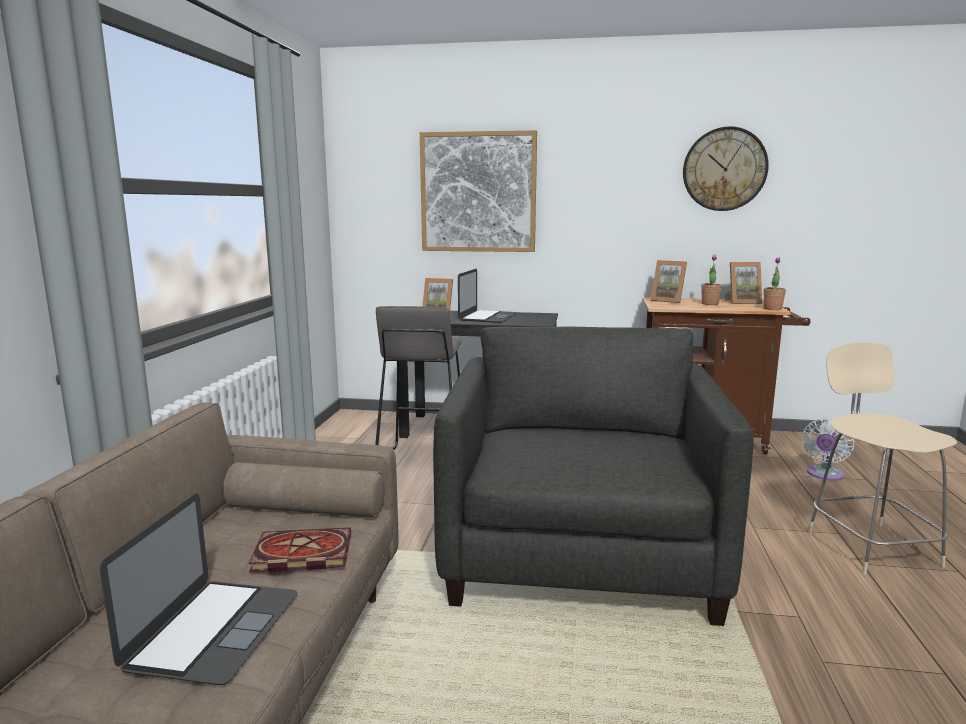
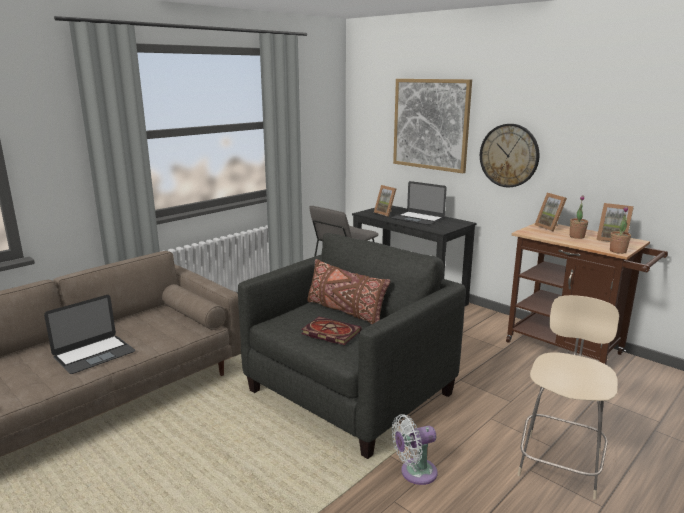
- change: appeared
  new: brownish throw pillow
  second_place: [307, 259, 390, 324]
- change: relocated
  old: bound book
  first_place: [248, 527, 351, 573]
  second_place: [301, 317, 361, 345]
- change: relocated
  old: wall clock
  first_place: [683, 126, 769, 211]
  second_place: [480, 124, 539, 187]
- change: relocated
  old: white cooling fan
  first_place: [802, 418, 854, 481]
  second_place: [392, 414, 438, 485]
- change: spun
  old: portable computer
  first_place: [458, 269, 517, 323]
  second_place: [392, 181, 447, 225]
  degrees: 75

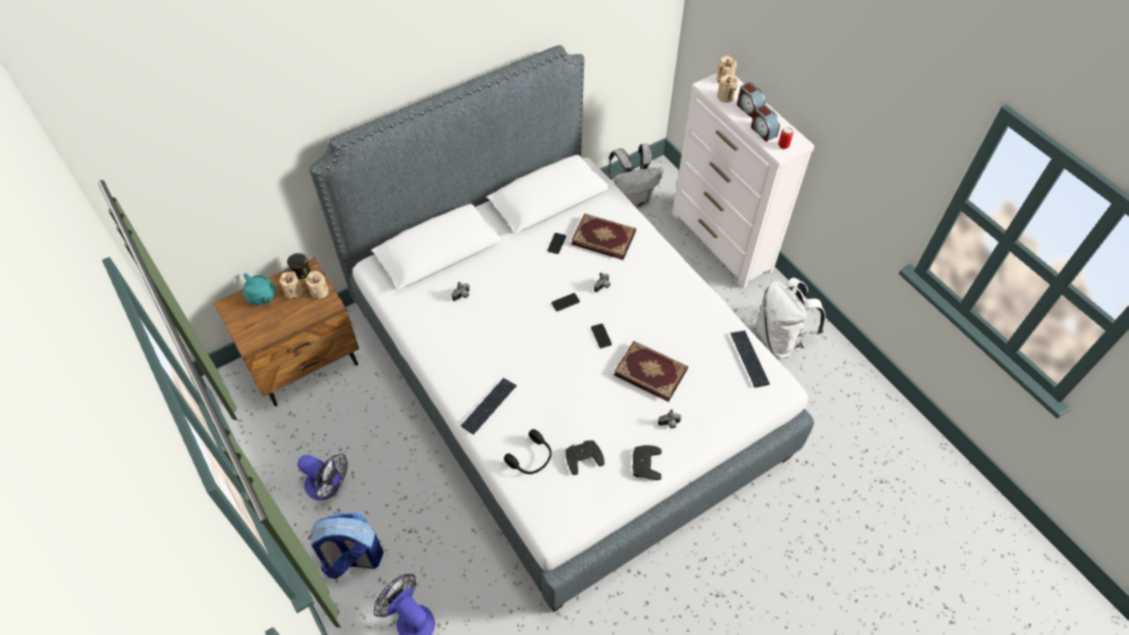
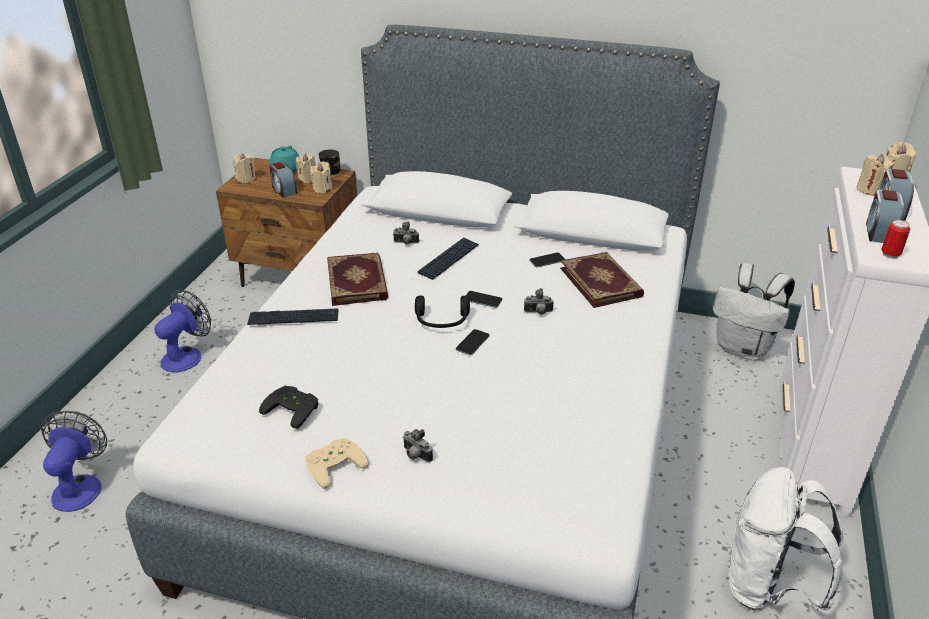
- change: missing
  old: rucksack
  first_place: [308, 512, 384, 579]
- change: appeared
  new: sand-coloured wax light
  second_place: [233, 154, 256, 183]
- change: appeared
  new: alarm clock
  second_place: [270, 162, 297, 198]
- change: relocated
  old: blackish headset
  first_place: [504, 429, 552, 474]
  second_place: [415, 296, 470, 328]
- change: relocated
  old: bound book
  first_place: [614, 341, 688, 402]
  second_place: [327, 253, 388, 306]
- change: relocated
  old: computer keyboard
  first_place: [730, 330, 770, 388]
  second_place: [418, 238, 479, 280]
- change: colour
  old: blackish joypad
  new: sand-coloured joypad
  first_place: [632, 445, 662, 480]
  second_place: [305, 438, 369, 489]
- change: spun
  old: cooling fan
  first_place: [297, 454, 348, 500]
  second_place: [154, 290, 211, 372]
  degrees: -135

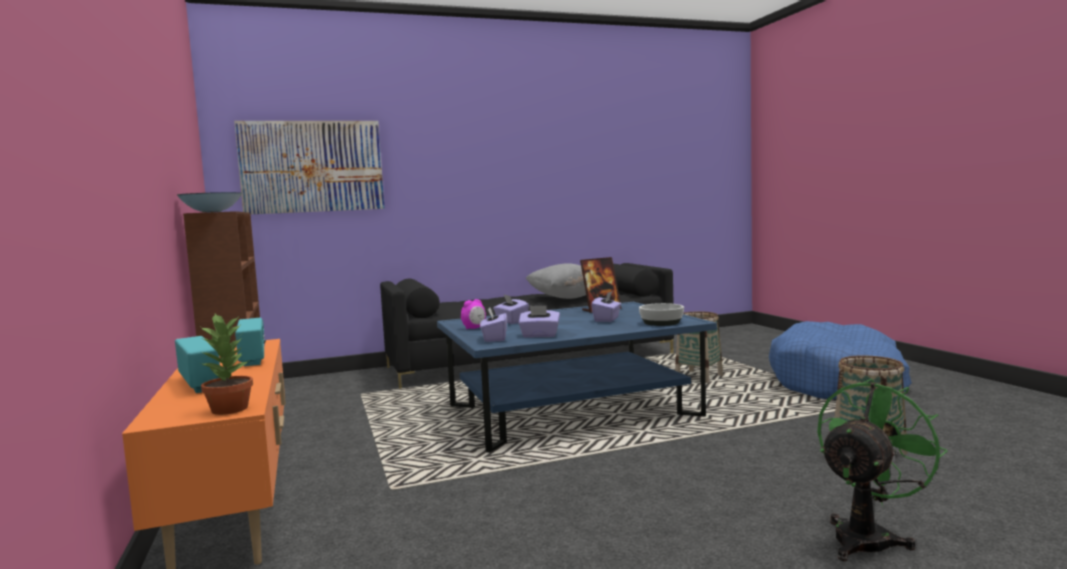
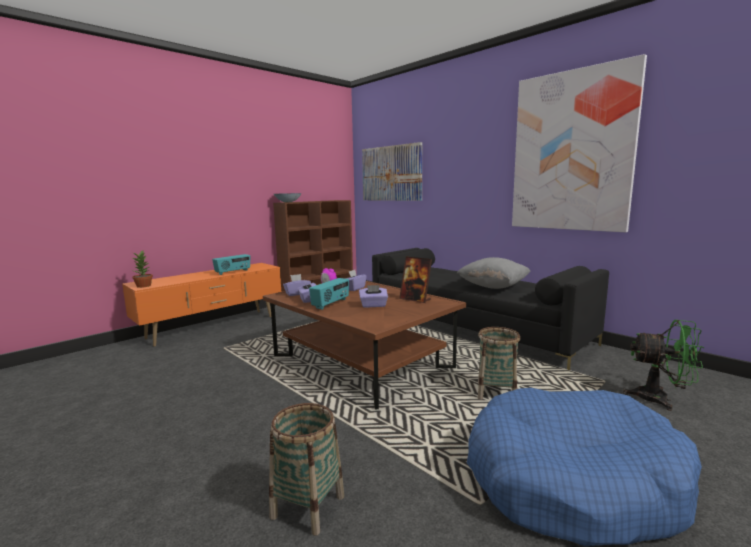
- change: missing
  old: deep dish
  first_place: [639, 303, 684, 326]
- change: appeared
  new: wall picture
  second_place: [512, 54, 647, 232]
- change: relocated
  old: radio set
  first_place: [175, 336, 220, 393]
  second_place: [309, 278, 349, 310]
- change: relocated
  old: greenish cooling fan
  first_place: [817, 379, 948, 561]
  second_place: [623, 320, 704, 411]
- change: colour
  old: bluish coffee table
  new: brownish coffee table
  first_place: [437, 302, 717, 453]
  second_place: [263, 278, 466, 410]

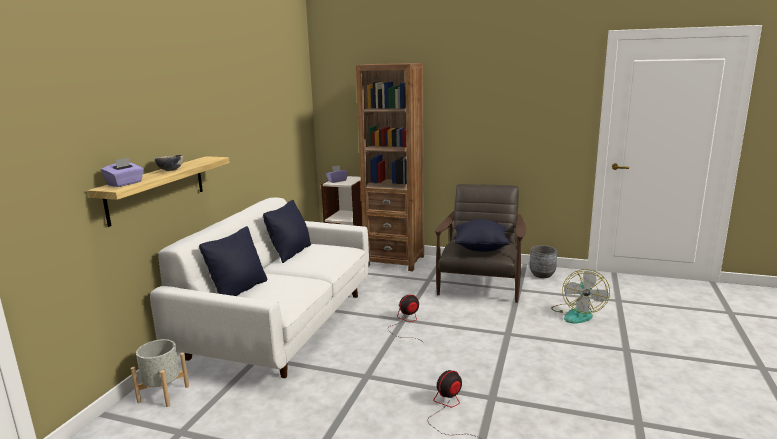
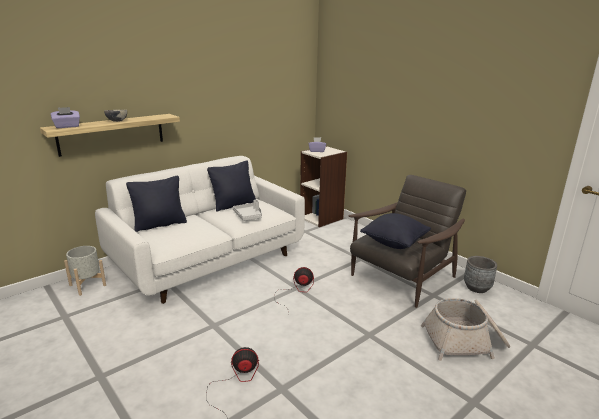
- change: missing
  old: brownish bookshelf
  first_place: [356, 63, 424, 271]
- change: appeared
  new: gray tray
  second_place: [233, 199, 262, 221]
- change: exchanged
  old: cooling fan
  new: storage basket
  first_place: [551, 269, 610, 324]
  second_place: [421, 298, 510, 361]

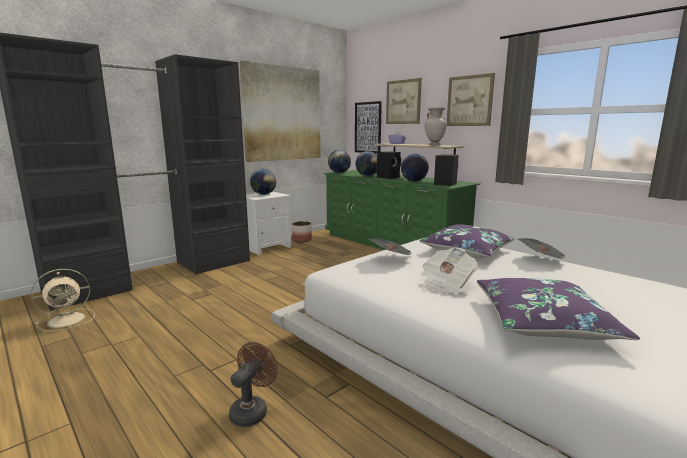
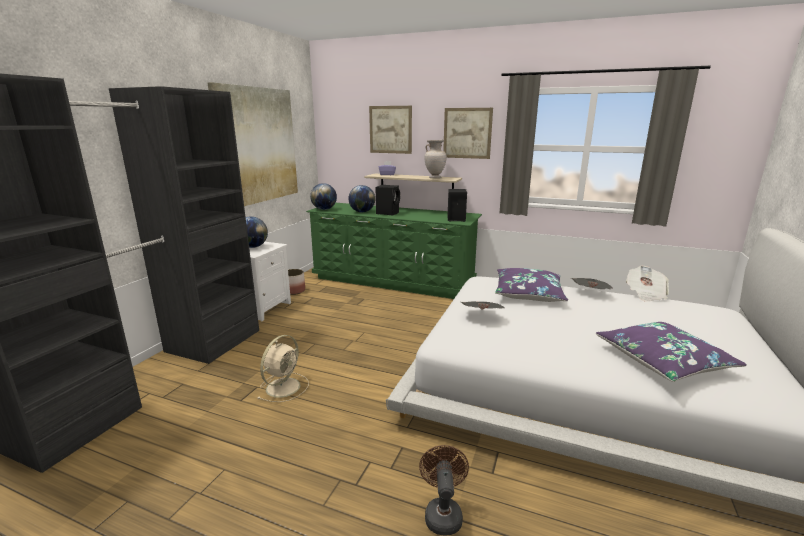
- change: missing
  old: wall picture
  first_place: [355, 101, 382, 153]
- change: missing
  old: desk globe
  first_place: [401, 154, 429, 181]
- change: relocated
  old: sand-coloured cooling fan
  first_place: [31, 269, 95, 331]
  second_place: [257, 335, 309, 402]
- change: relocated
  old: daily paper
  first_place: [421, 248, 478, 293]
  second_place: [626, 266, 669, 302]

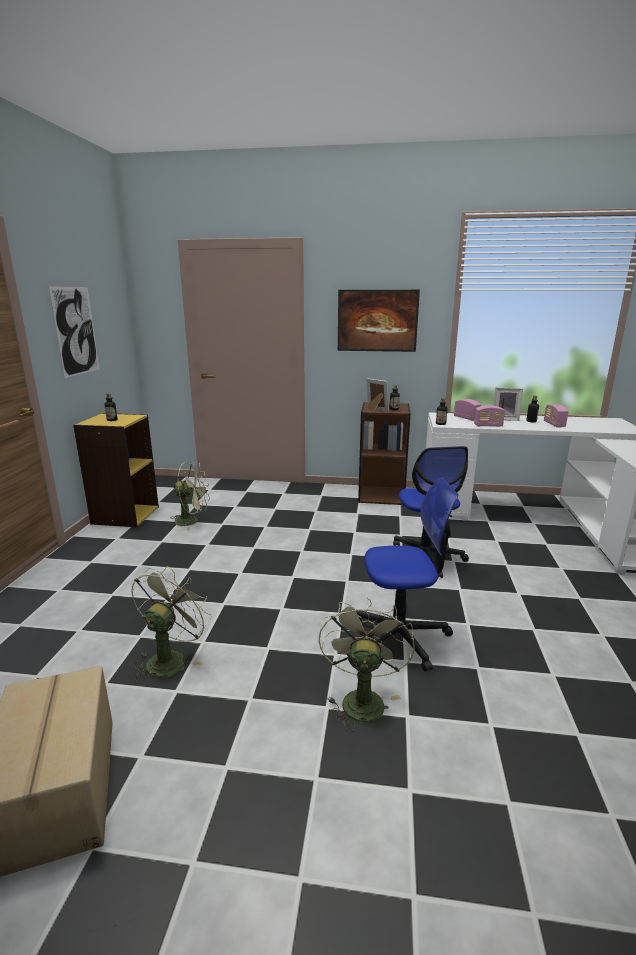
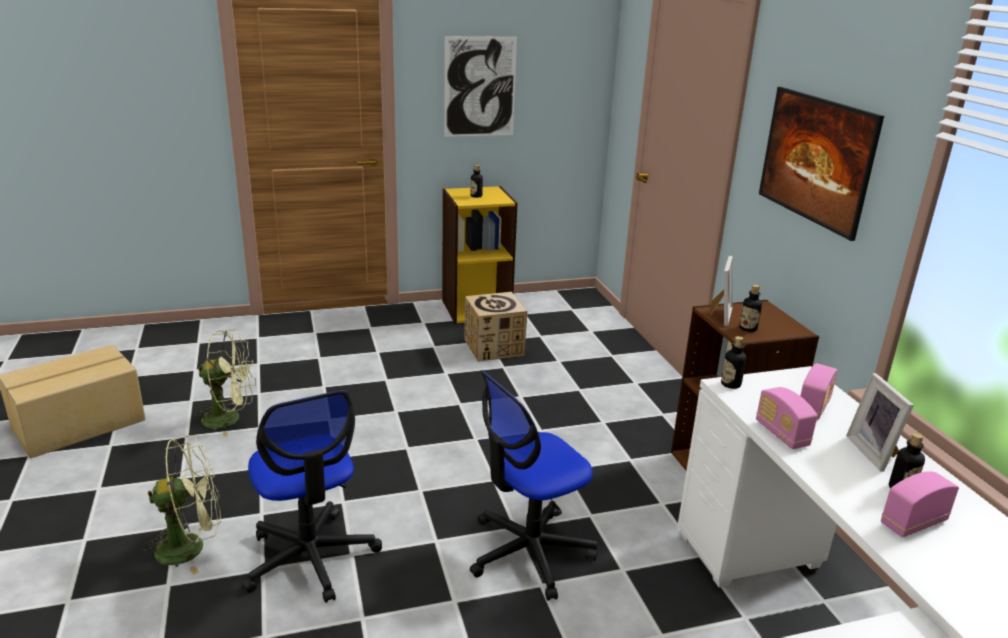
- change: exchanged
  old: greenish cooling fan
  new: carton
  first_place: [170, 462, 209, 530]
  second_place: [465, 292, 528, 362]

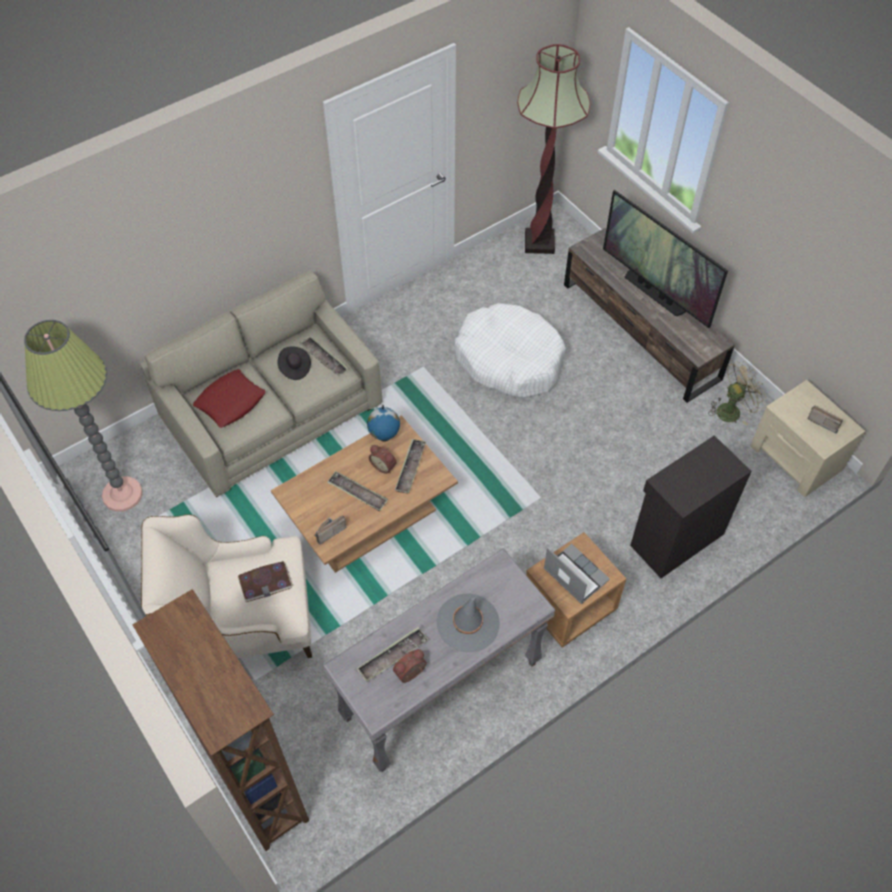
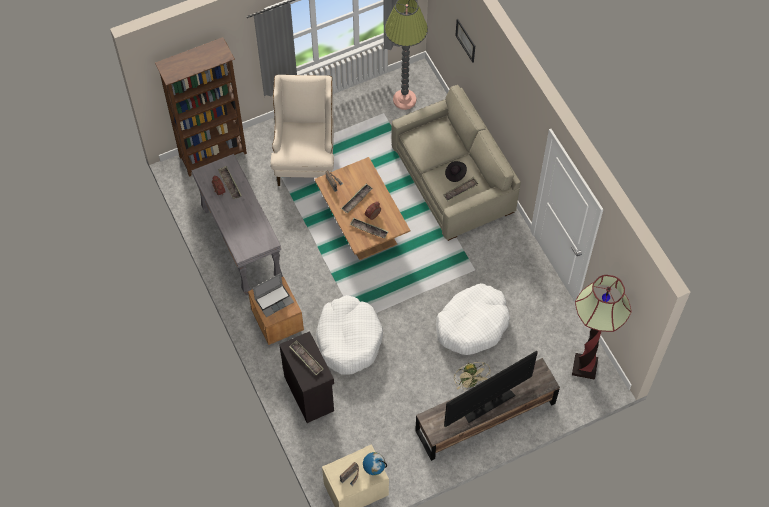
- change: missing
  old: red-coloured throw pillow
  first_place: [193, 369, 265, 428]
- change: missing
  old: bound book
  first_place: [238, 561, 293, 602]
- change: missing
  old: gray clothing hat
  first_place: [436, 593, 500, 652]
- change: appeared
  new: tray
  second_place: [289, 340, 324, 375]
- change: appeared
  new: white pet bed
  second_place: [316, 295, 383, 375]
- change: appeared
  new: wall picture
  second_place: [455, 19, 475, 63]
- change: relocated
  old: desk globe
  first_place: [367, 405, 400, 442]
  second_place: [363, 452, 387, 475]
- change: relocated
  old: sand-coloured cooling fan
  first_place: [709, 361, 767, 425]
  second_place: [454, 362, 491, 390]

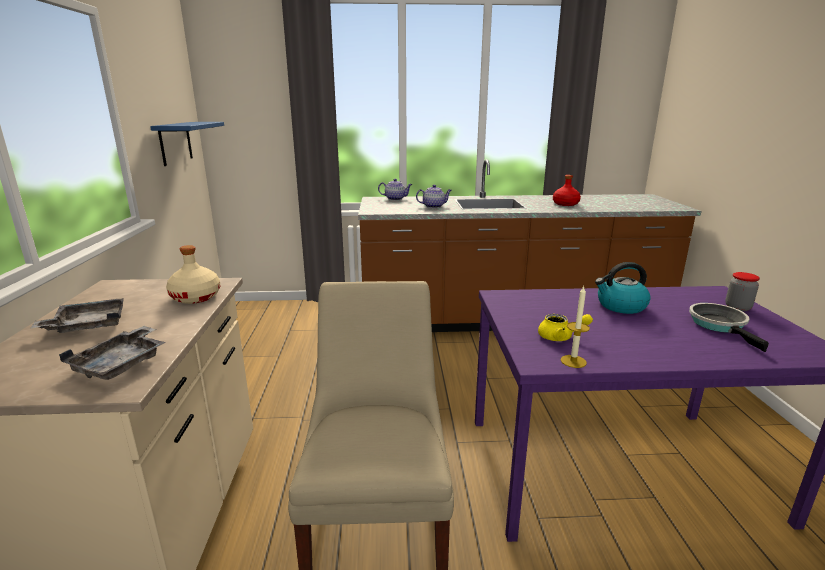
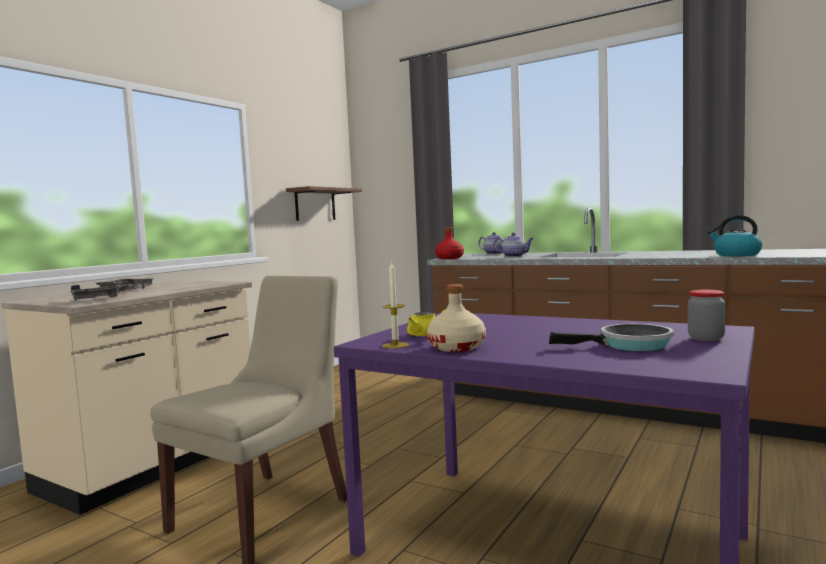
- change: relocated
  old: sand-coloured beverage bottle
  first_place: [166, 245, 220, 304]
  second_place: [427, 284, 486, 352]
- change: relocated
  old: red-coloured beverage bottle
  first_place: [553, 175, 581, 206]
  second_place: [435, 227, 464, 259]
- change: relocated
  old: tea kettle
  first_place: [595, 262, 651, 314]
  second_place: [707, 215, 762, 256]
- change: colour
  old: bluish wall shelf
  new: brownish wall shelf
  first_place: [150, 122, 224, 166]
  second_place: [286, 186, 362, 221]
- change: spun
  old: pan
  first_place: [689, 303, 769, 352]
  second_place: [549, 324, 674, 351]
  degrees: 60

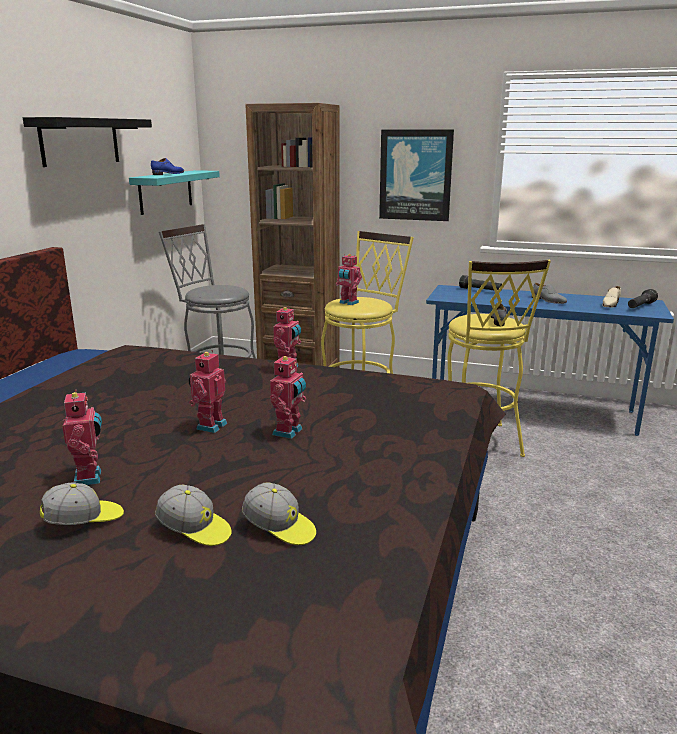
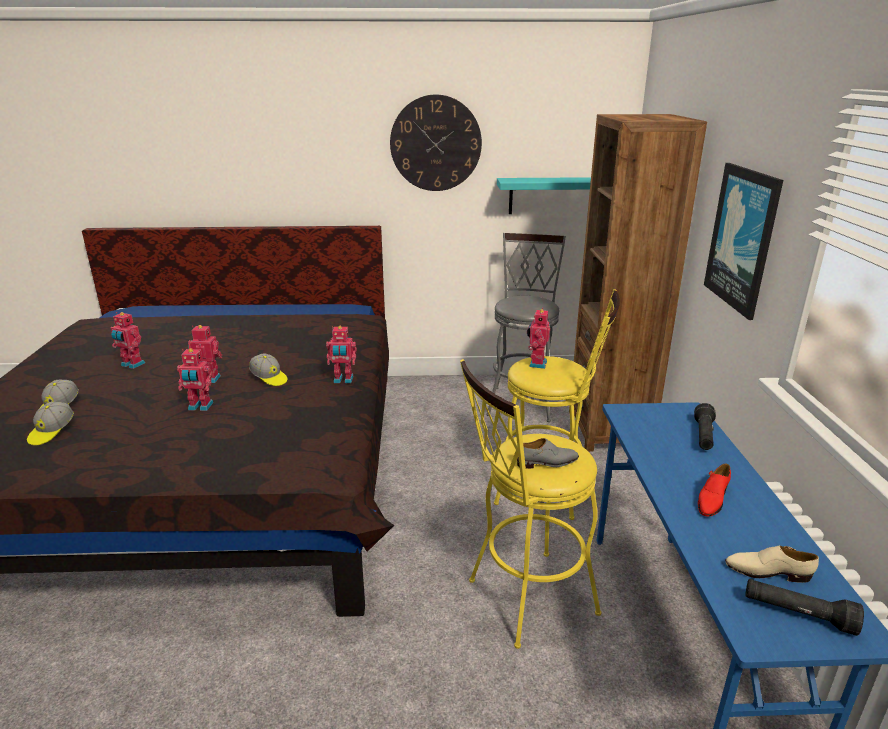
- change: missing
  old: bluish low shoe
  first_place: [151, 158, 184, 175]
- change: relocated
  old: peaked cap
  first_place: [40, 483, 124, 525]
  second_place: [249, 354, 287, 386]
- change: exchanged
  old: blackish wall shelf
  new: wall clock
  first_place: [23, 117, 152, 167]
  second_place: [390, 95, 482, 191]
- change: colour
  old: gray low shoe
  new: red-coloured low shoe
  first_place: [532, 283, 567, 304]
  second_place: [698, 464, 731, 517]
- change: spun
  old: toy robot
  first_place: [62, 390, 102, 485]
  second_place: [111, 312, 145, 369]
  degrees: 60

